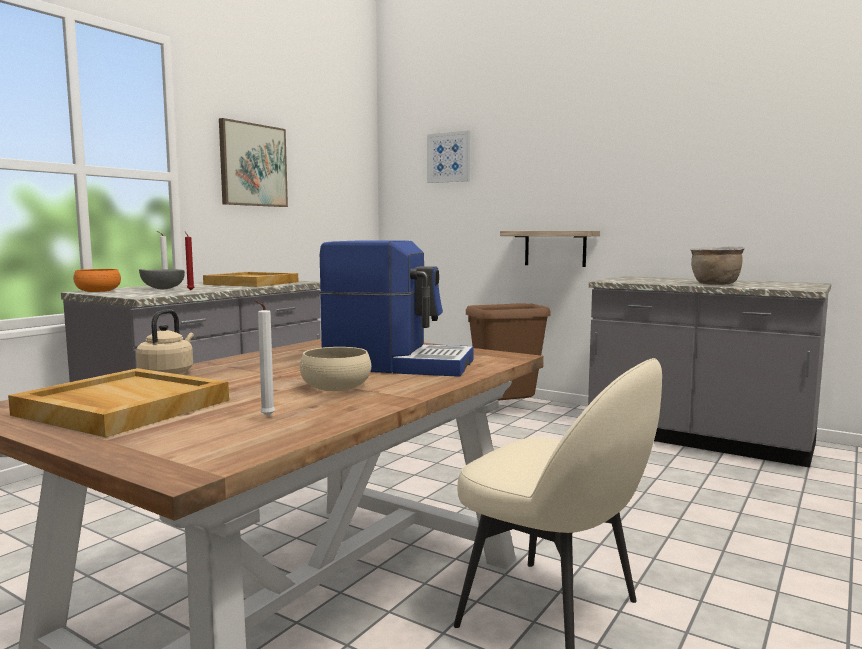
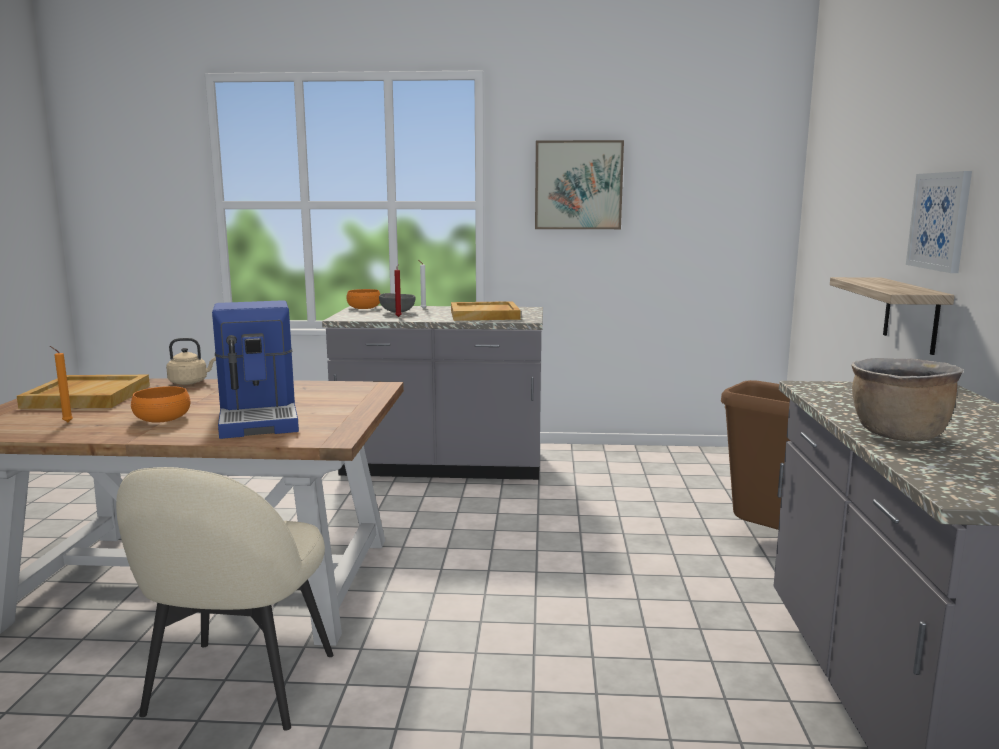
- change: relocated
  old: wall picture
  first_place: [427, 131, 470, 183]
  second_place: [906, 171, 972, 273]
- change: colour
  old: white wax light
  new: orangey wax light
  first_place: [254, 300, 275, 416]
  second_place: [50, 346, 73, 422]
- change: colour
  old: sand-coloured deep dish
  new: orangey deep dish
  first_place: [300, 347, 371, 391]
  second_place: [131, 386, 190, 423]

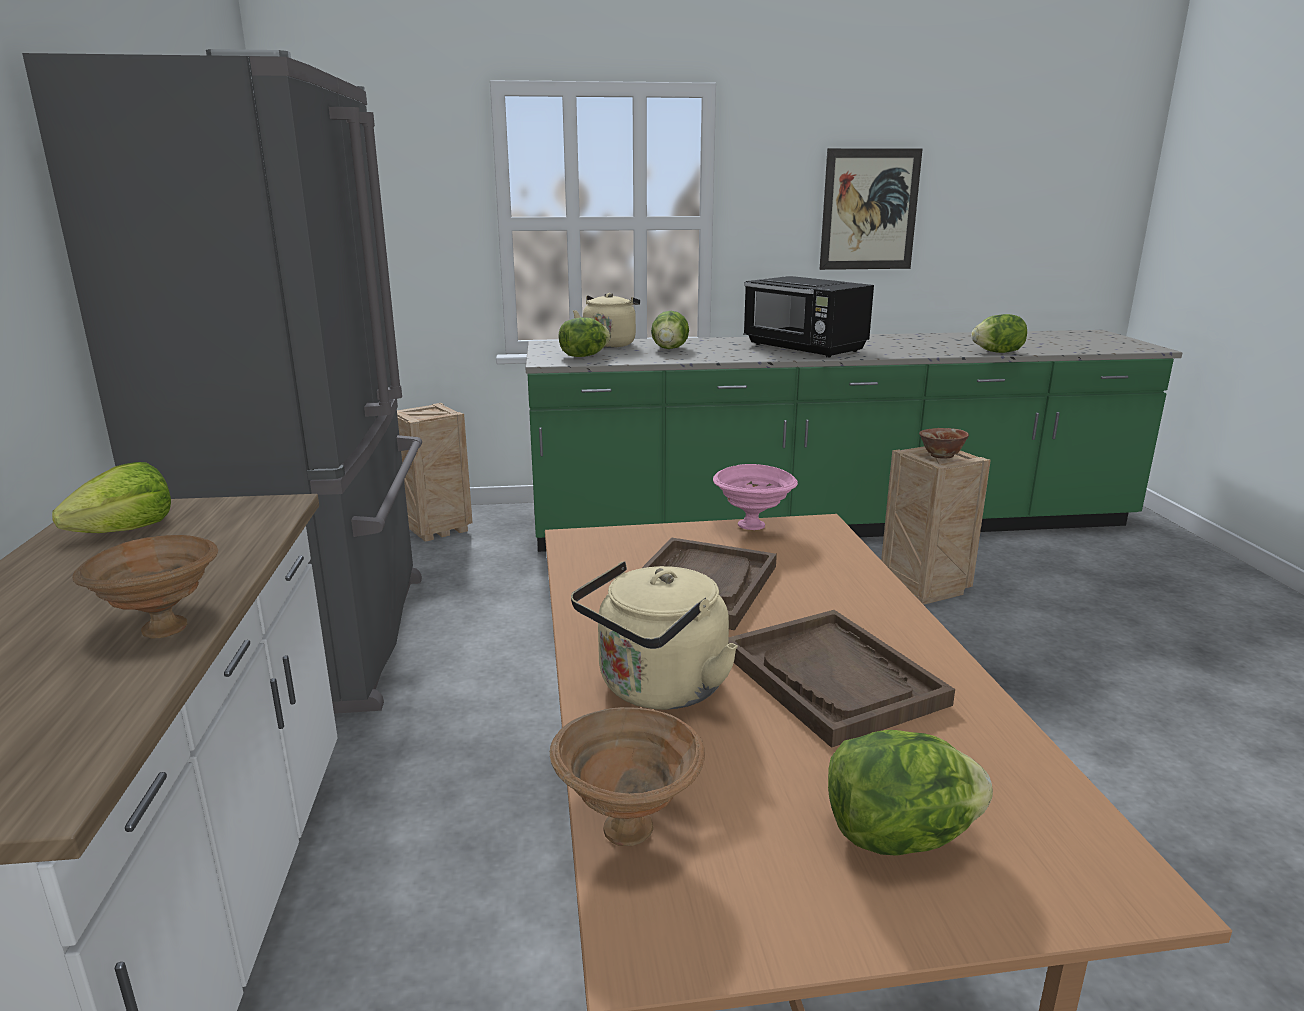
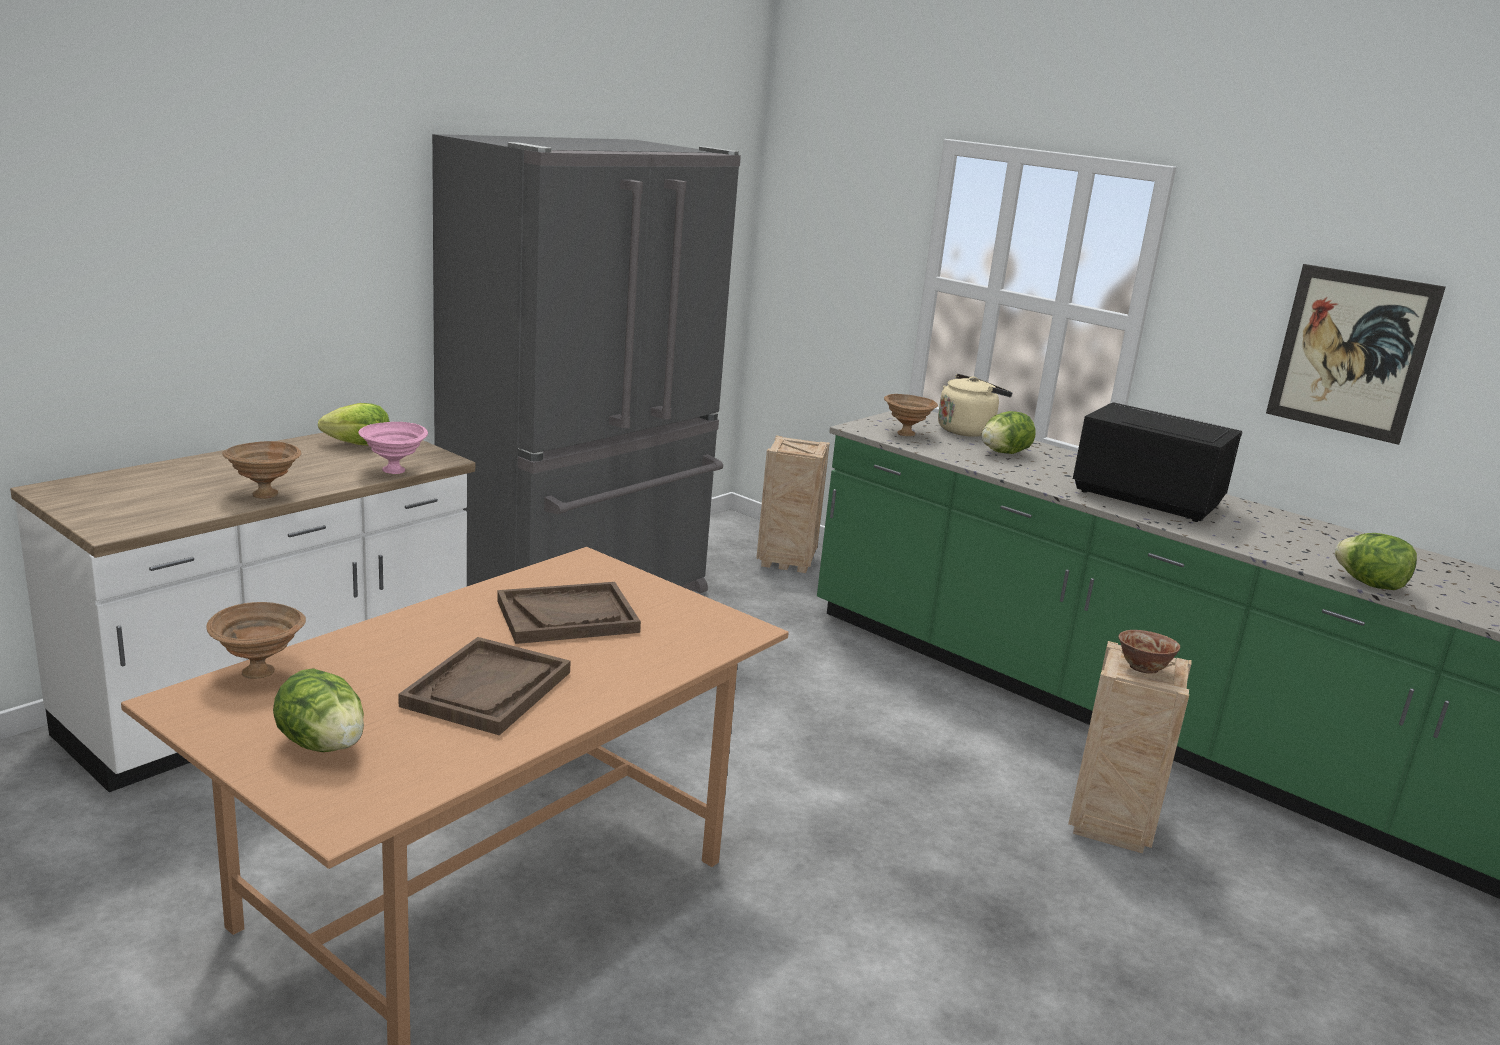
- change: missing
  old: sand-coloured tea kettle
  first_place: [571, 561, 738, 710]
- change: relocated
  old: pinkish deep dish
  first_place: [713, 464, 798, 530]
  second_place: [358, 422, 428, 474]
- change: exchanged
  old: head of lettuce
  new: brownish deep dish
  first_place: [559, 317, 611, 357]
  second_place: [884, 394, 938, 436]
- change: spun
  old: blackish kitchen microwave
  first_place: [744, 276, 874, 358]
  second_place: [1073, 402, 1243, 522]
  degrees: 120

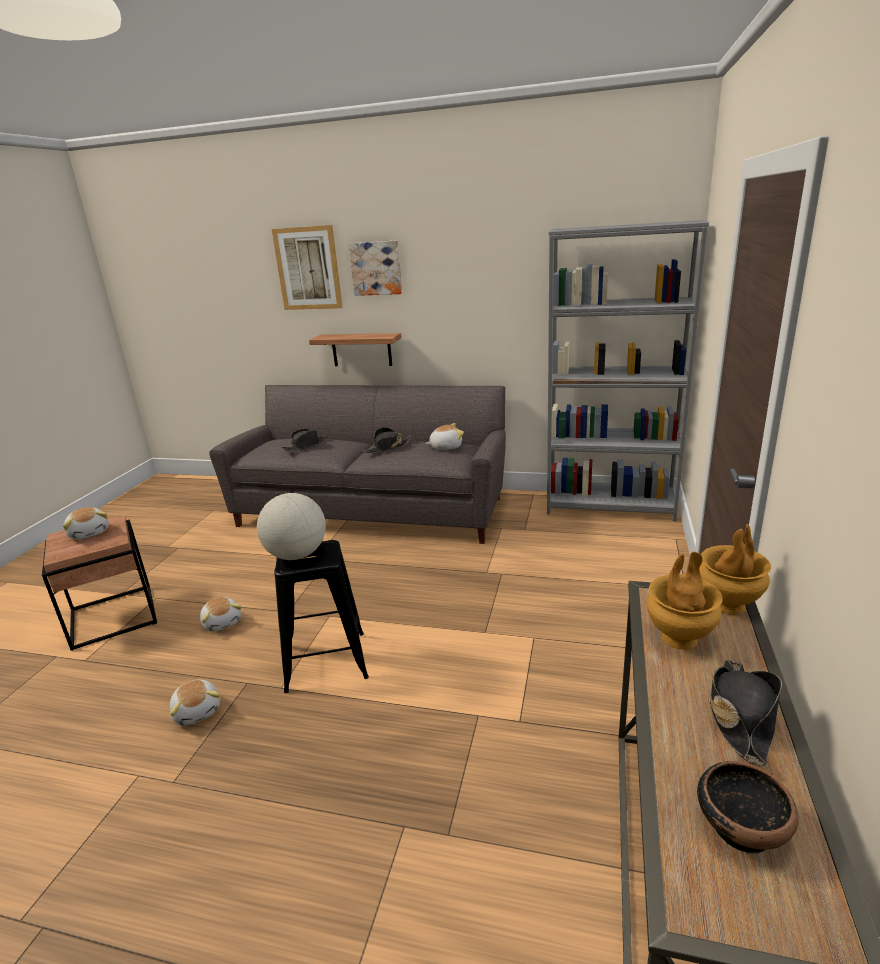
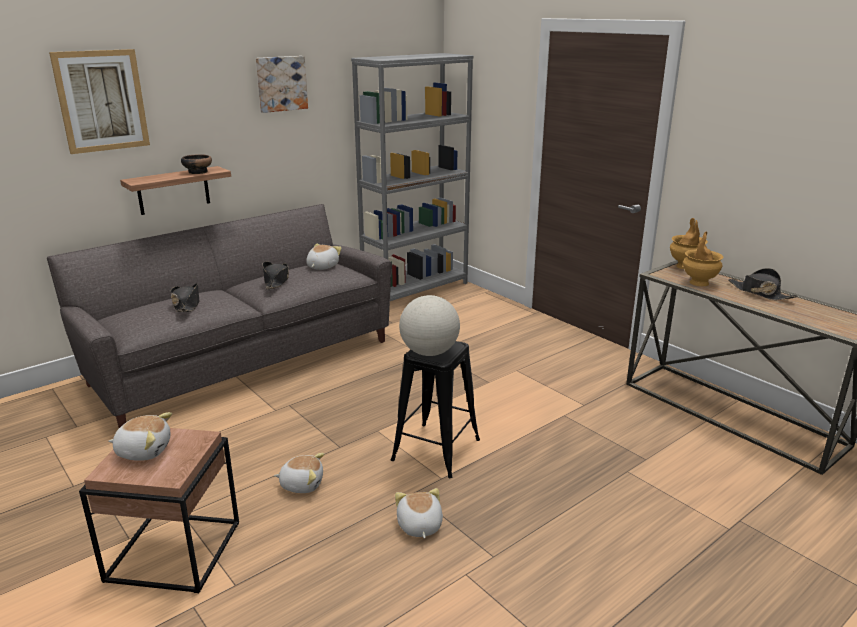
- change: relocated
  old: wall picture
  first_place: [349, 240, 402, 296]
  second_place: [256, 56, 308, 113]
- change: relocated
  old: deep dish
  first_place: [697, 761, 798, 854]
  second_place: [181, 154, 212, 174]
- change: spun
  old: plush toy
  first_place: [170, 679, 220, 725]
  second_place: [395, 488, 443, 539]
  degrees: -105

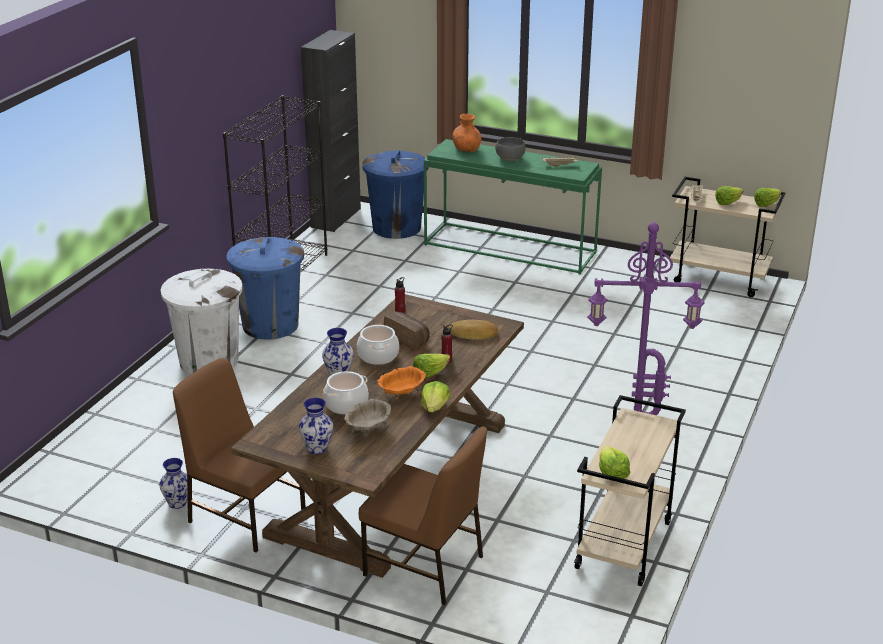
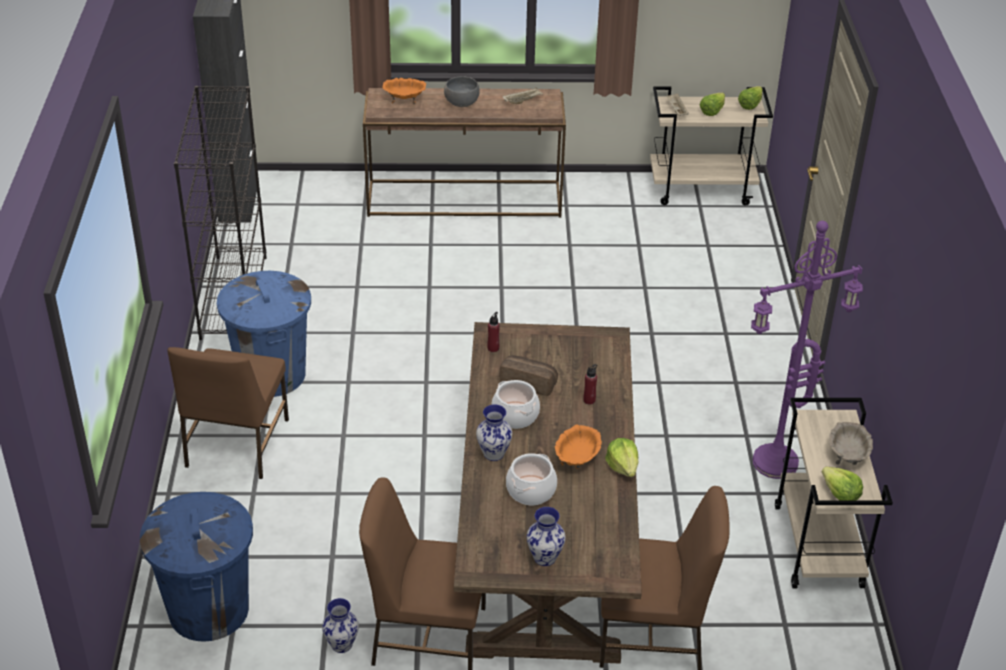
- change: missing
  old: head of lettuce
  first_place: [413, 354, 450, 378]
- change: missing
  old: bread
  first_place: [448, 320, 498, 340]
- change: relocated
  old: sand-coloured deep dish
  first_place: [344, 399, 391, 436]
  second_place: [829, 422, 873, 465]
- change: relocated
  old: bluish rubbish bin
  first_place: [362, 150, 429, 239]
  second_place: [140, 492, 253, 642]
- change: exchanged
  old: white rubbish bin
  new: brownish plain chair
  first_place: [161, 269, 243, 374]
  second_place: [167, 347, 289, 479]
- change: exchanged
  old: orangey decorative vase
  new: orangey deep dish
  first_place: [452, 114, 481, 152]
  second_place: [382, 78, 426, 104]
- change: colour
  old: greenish narrow table
  new: brownish narrow table
  first_place: [424, 139, 602, 275]
  second_place: [363, 88, 566, 218]

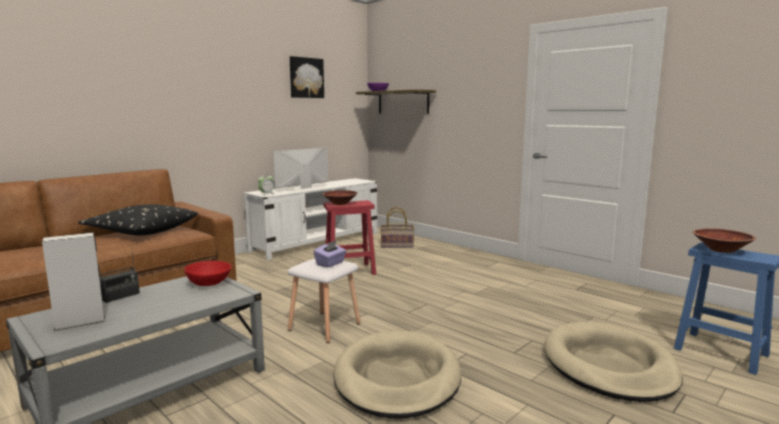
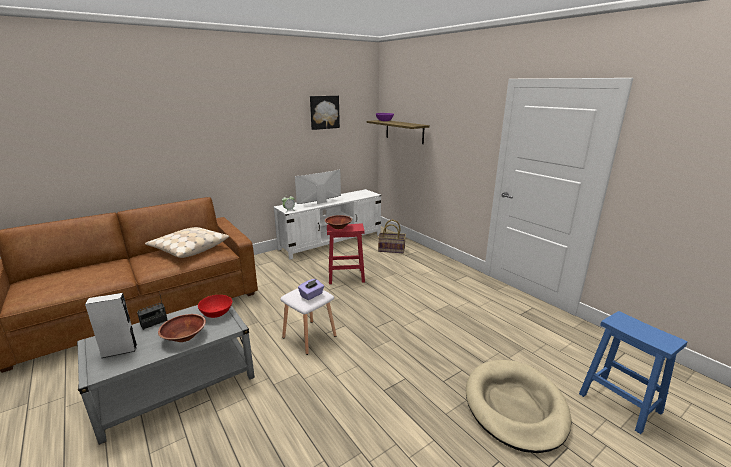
- change: missing
  old: sand-coloured pet bed
  first_place: [334, 331, 462, 419]
- change: relocated
  old: brownish deep dish
  first_place: [693, 229, 756, 253]
  second_place: [158, 314, 206, 342]
- change: colour
  old: blackish throw pillow
  new: sand-coloured throw pillow
  first_place: [78, 204, 198, 236]
  second_place: [145, 227, 229, 258]

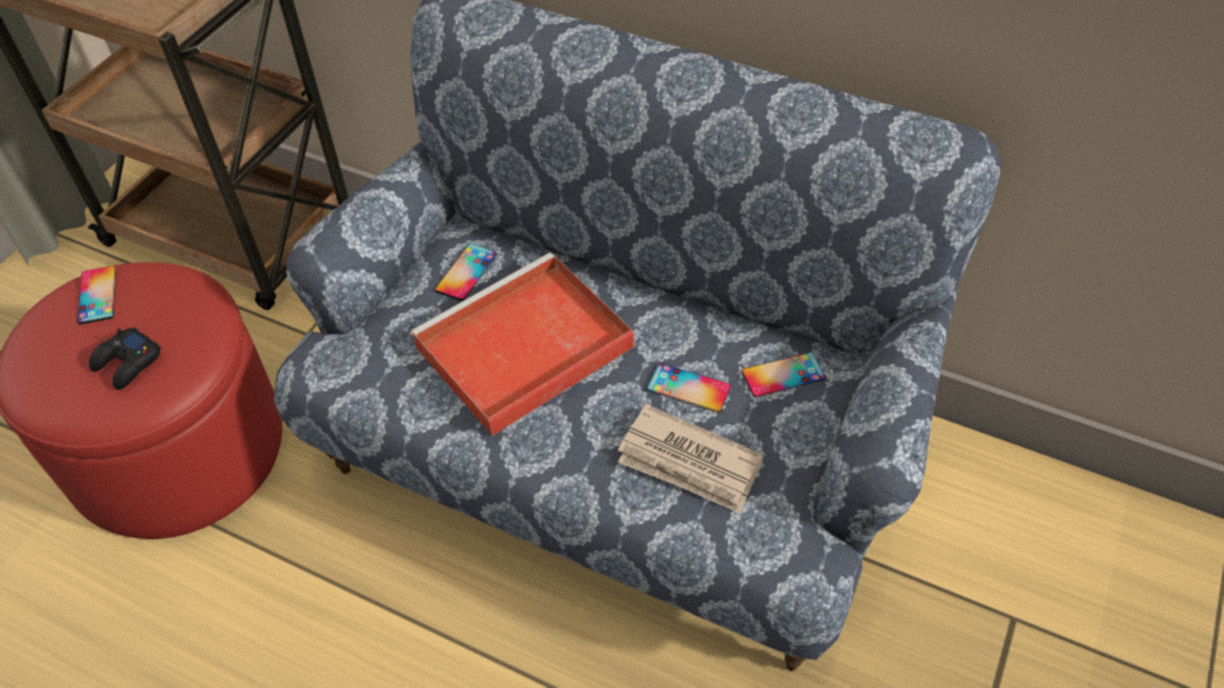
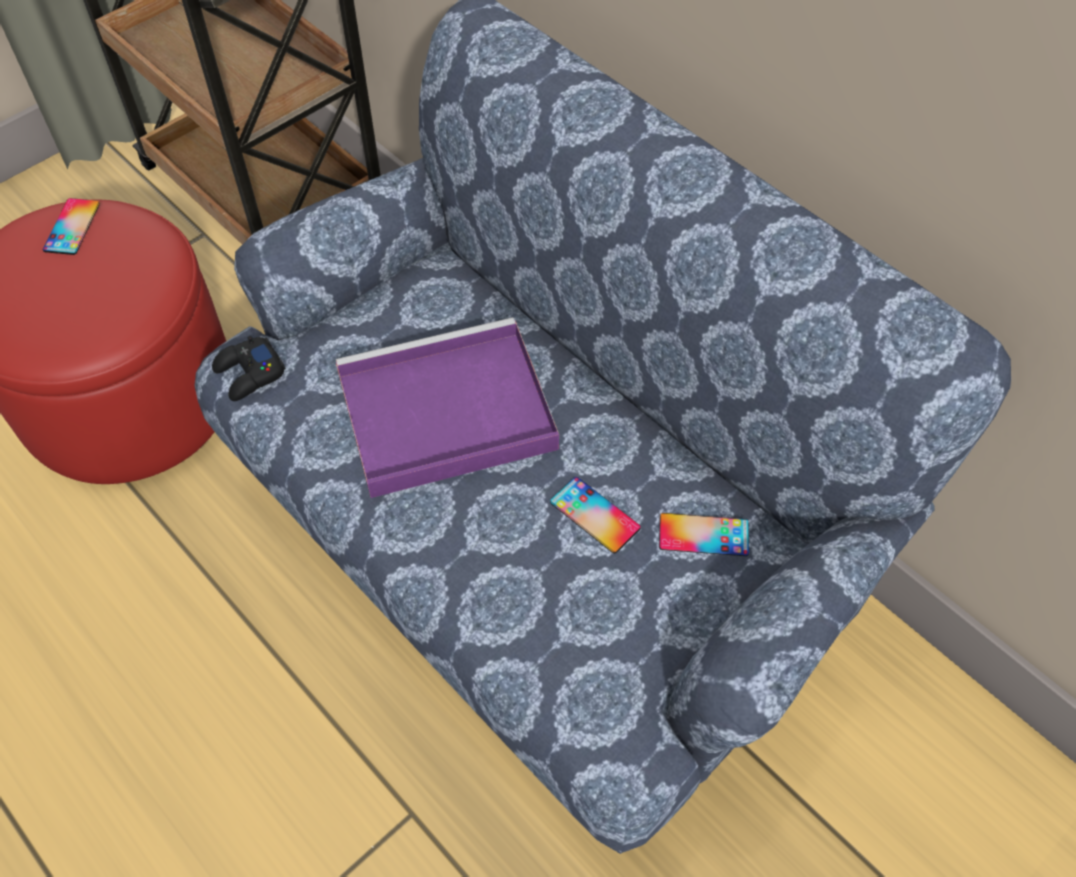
- change: missing
  old: handset
  first_place: [435, 243, 497, 301]
- change: missing
  old: daily paper
  first_place: [618, 404, 763, 513]
- change: relocated
  old: blackish joypad
  first_place: [89, 327, 161, 390]
  second_place: [212, 336, 286, 401]
- change: colour
  old: red-coloured tray
  new: purple tray
  first_place: [411, 252, 634, 436]
  second_place: [336, 317, 559, 498]

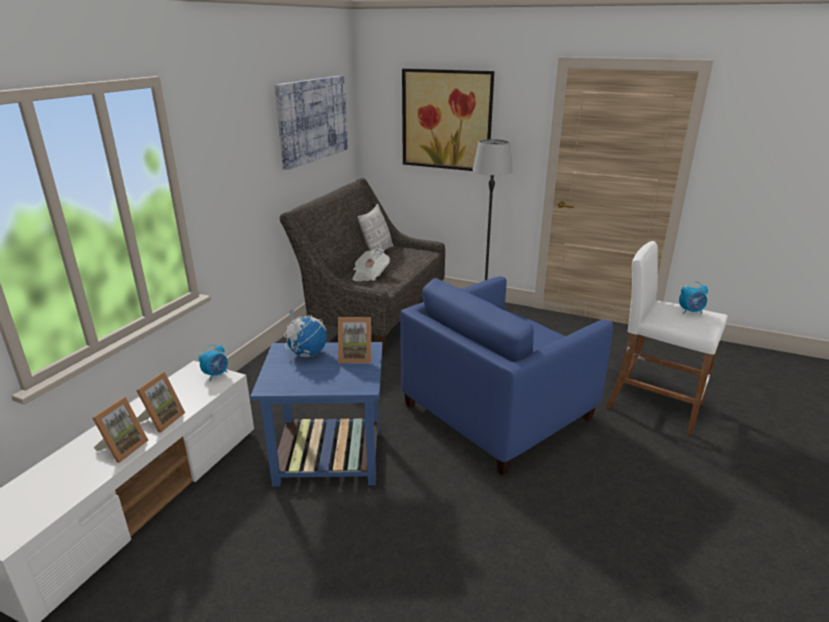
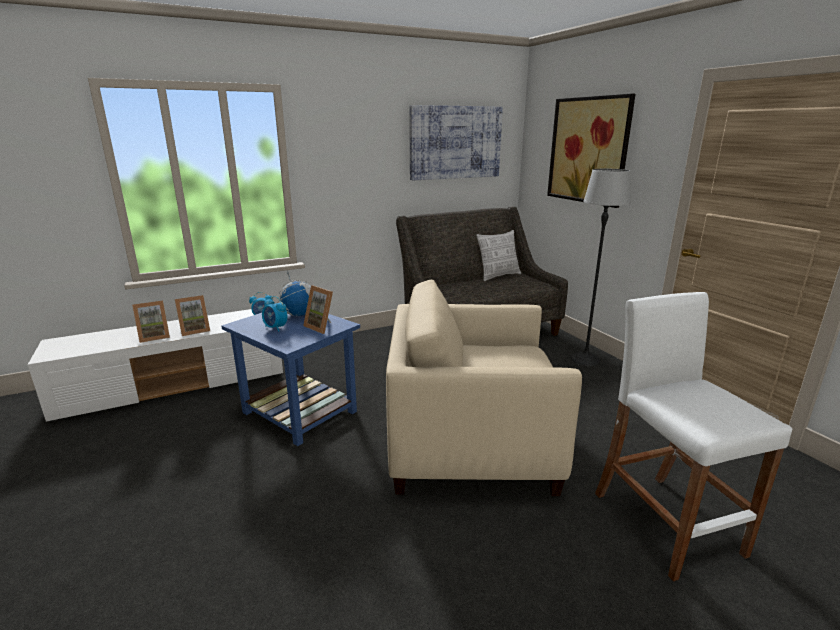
- change: missing
  old: daily paper
  first_place: [353, 249, 390, 281]
- change: relocated
  old: alarm clock
  first_place: [679, 281, 708, 314]
  second_place: [262, 296, 287, 331]
- change: colour
  old: bluish armchair
  new: sand-coloured armchair
  first_place: [400, 276, 613, 476]
  second_place: [386, 280, 582, 496]

